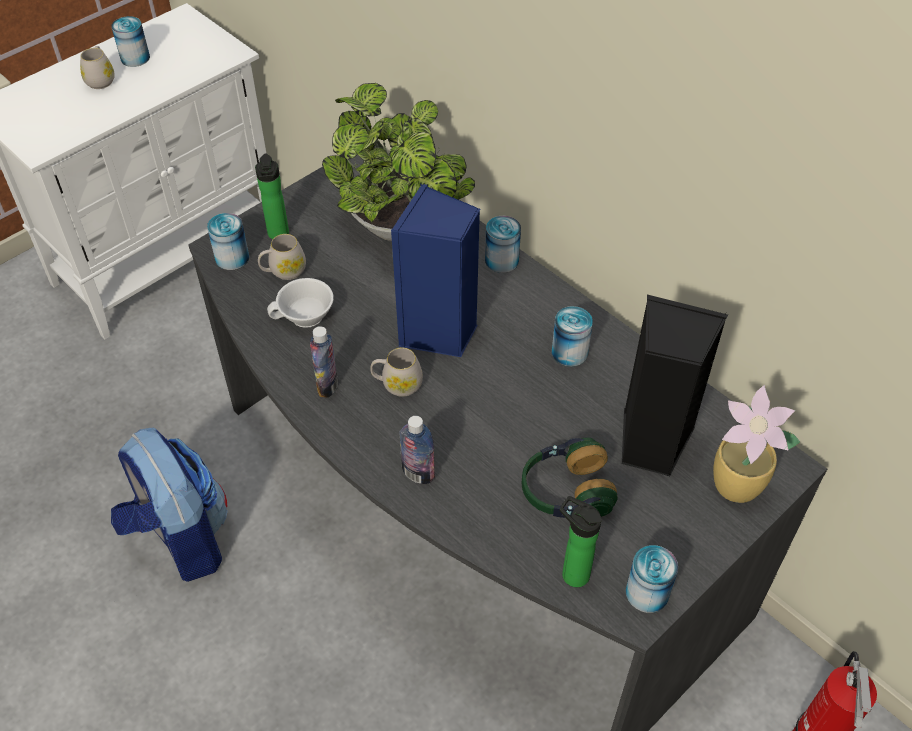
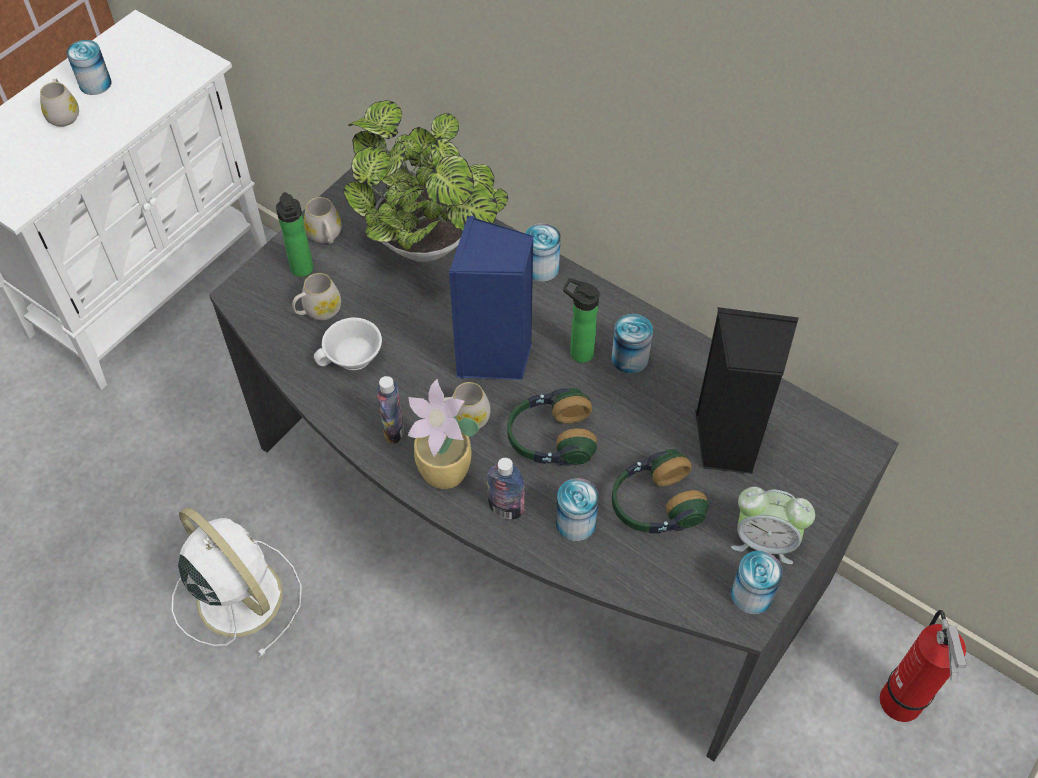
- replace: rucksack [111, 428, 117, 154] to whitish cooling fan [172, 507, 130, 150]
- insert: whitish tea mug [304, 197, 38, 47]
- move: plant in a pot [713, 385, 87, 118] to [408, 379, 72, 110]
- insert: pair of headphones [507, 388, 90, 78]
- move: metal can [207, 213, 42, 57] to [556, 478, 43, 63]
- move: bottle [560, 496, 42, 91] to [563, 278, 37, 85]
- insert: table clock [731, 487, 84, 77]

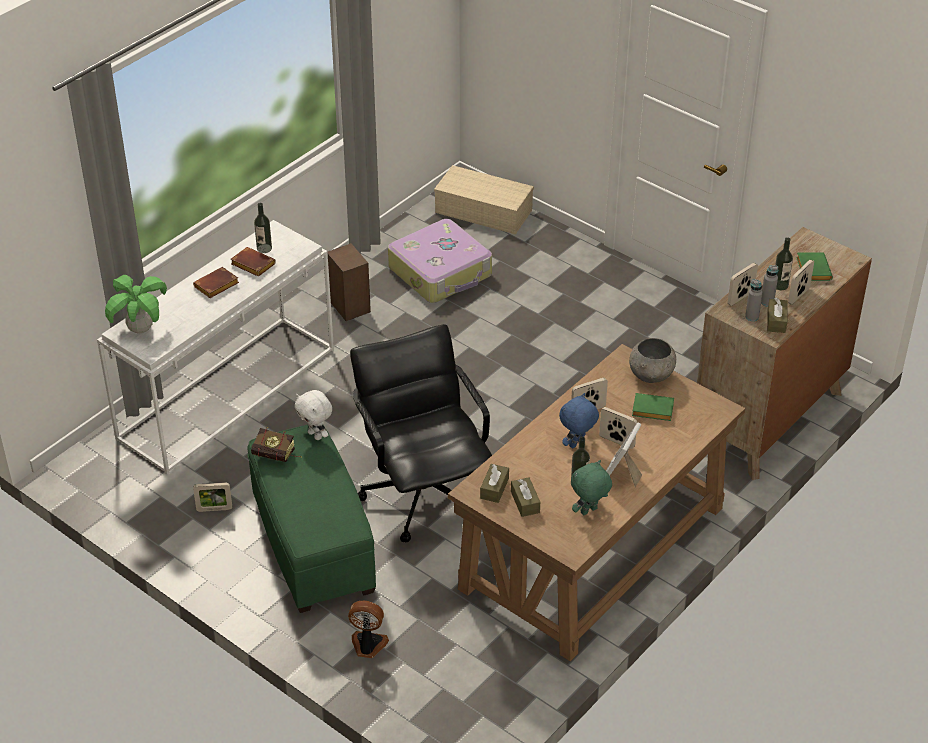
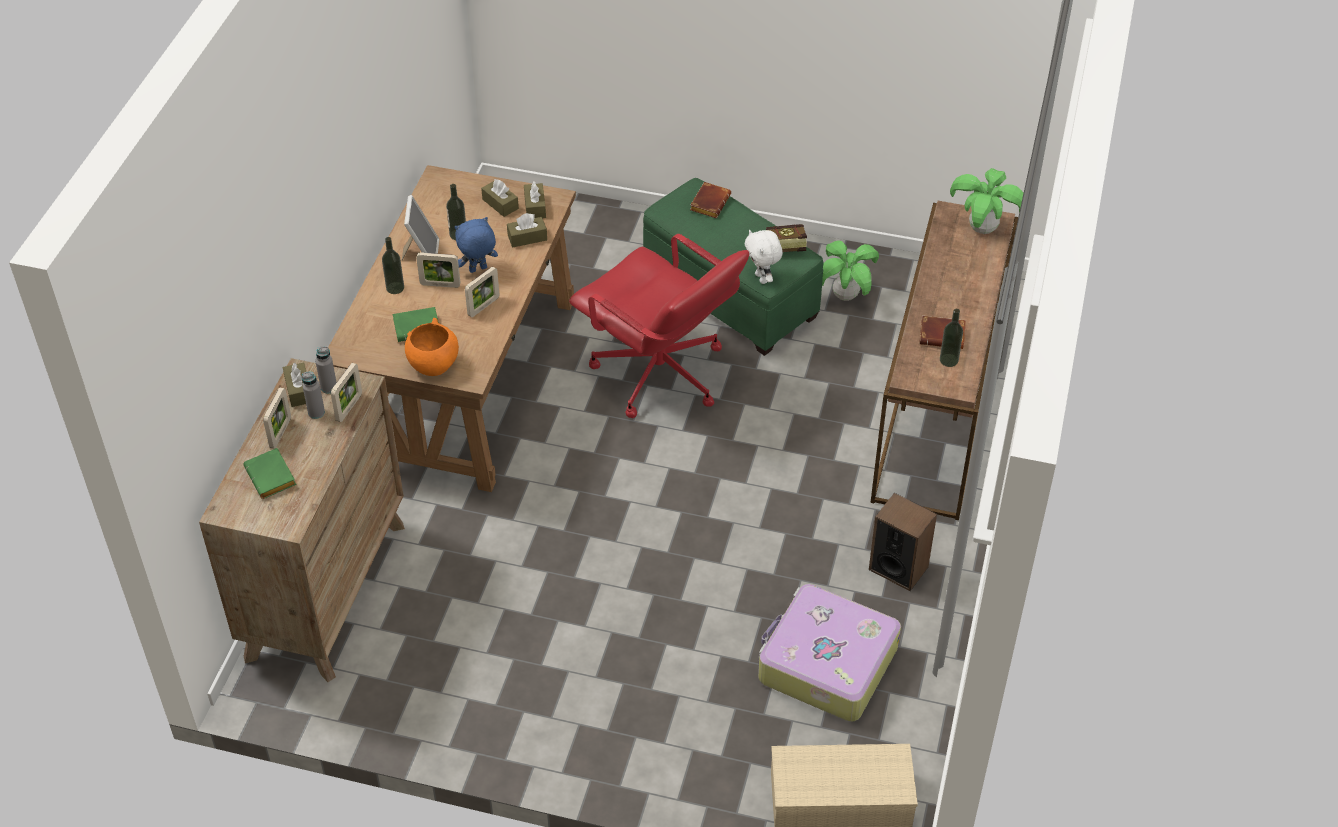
- move: bottle [775, 237, 18, 53] to [382, 237, 22, 57]
- recolor: grey bowl [629, 338, 47, 45] to orange-coloured bowl [405, 318, 54, 58]
- rotate: blue soft toy [559, 393, 40, 55] = [455, 217, 43, 56] 135 degrees counterclockwise
- insert: brown tissue box [507, 213, 40, 34]
- recolor: black-coloured computer chair [350, 324, 142, 218] to reddish computer chair [569, 234, 180, 184]
- move: brown bound book [193, 267, 46, 31] to [690, 182, 41, 36]
- rotate: whitish soft toy [295, 390, 37, 50] = [745, 230, 38, 54] 135 degrees counterclockwise
- replace: photo frame [193, 482, 39, 30] to plant in a pot [822, 240, 57, 61]
- recolor: whitish hall table [97, 220, 237, 254] to brown hall table [870, 201, 148, 319]
- delete: cooling fan [348, 601, 41, 57]
- delete: green soft toy [571, 460, 41, 55]

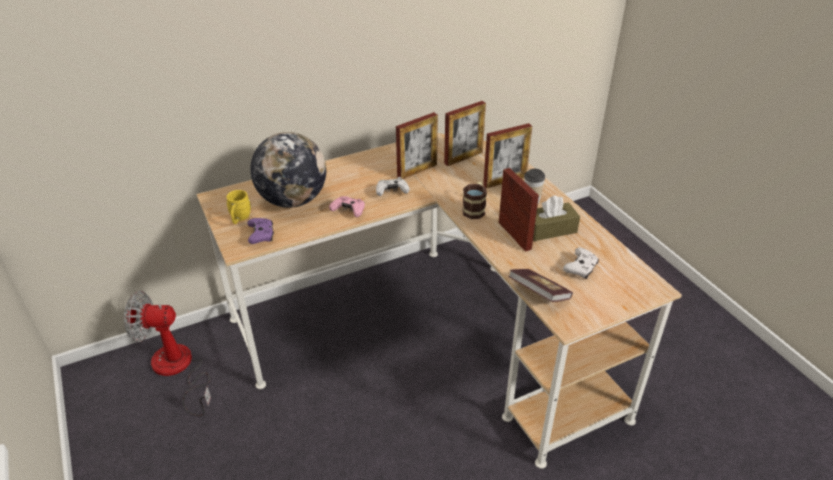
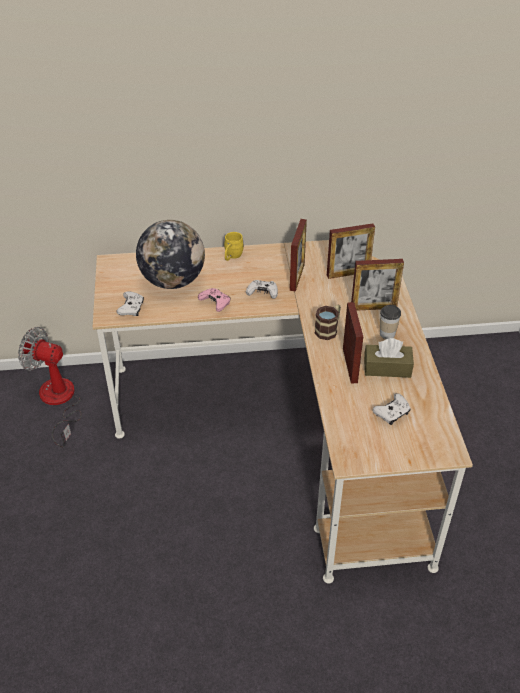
- recolor: purple joypad [247, 218, 27, 26] to whitish joypad [117, 291, 27, 25]
- move: yellow tea mug [227, 190, 24, 34] to [224, 232, 20, 29]
- rotate: photo frame [396, 112, 42, 67] = [290, 219, 17, 73] 60 degrees counterclockwise
- delete: bound book [508, 269, 65, 33]

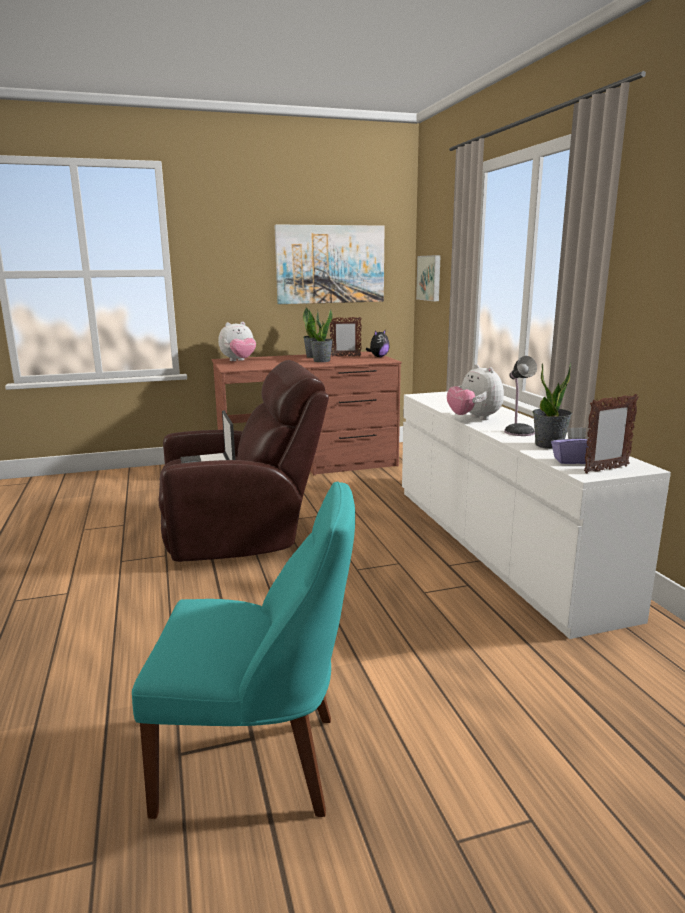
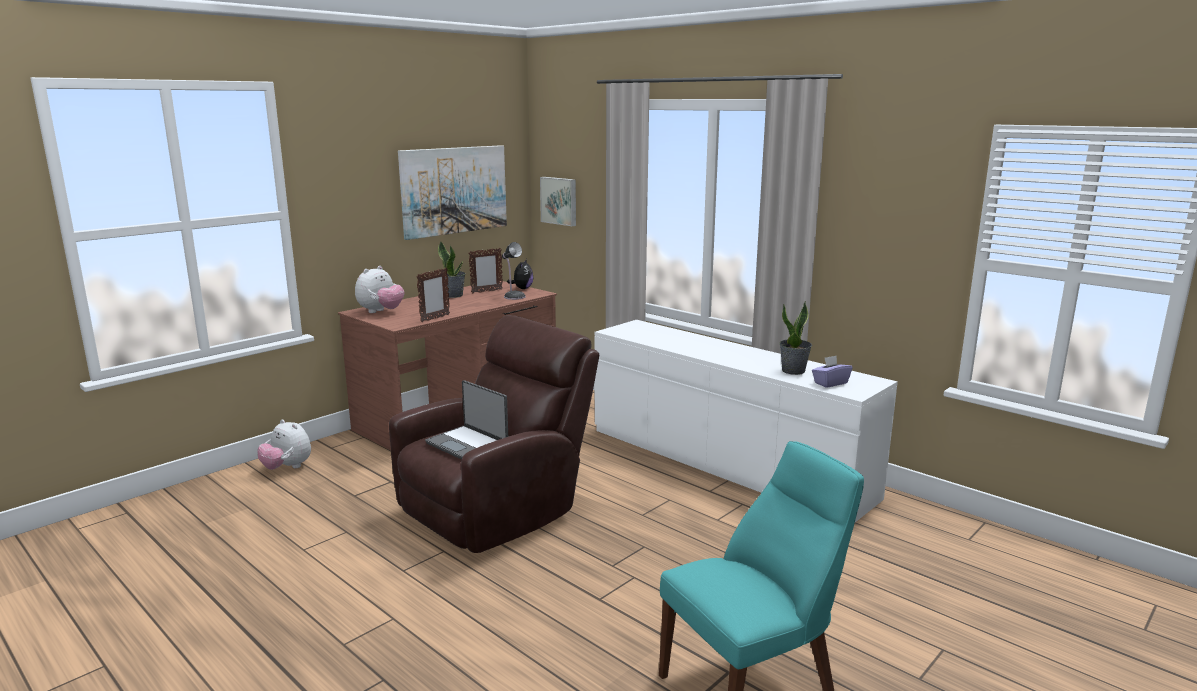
- move: soft toy [447, 364, 57, 56] to [257, 419, 54, 51]
- move: photo frame [584, 394, 55, 79] to [416, 268, 34, 54]
- move: table lamp [504, 356, 33, 80] to [502, 242, 24, 58]
- delete: plant in a pot [310, 309, 23, 53]

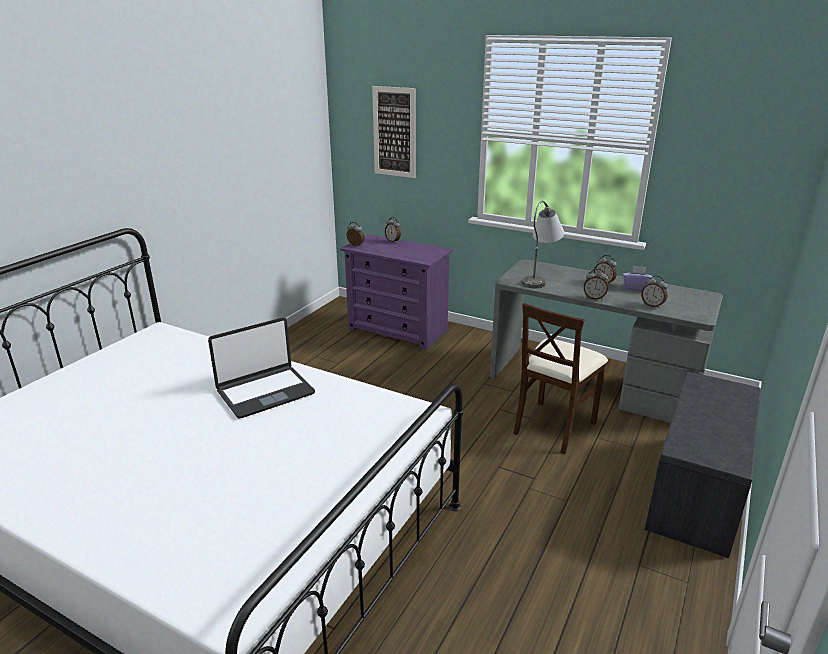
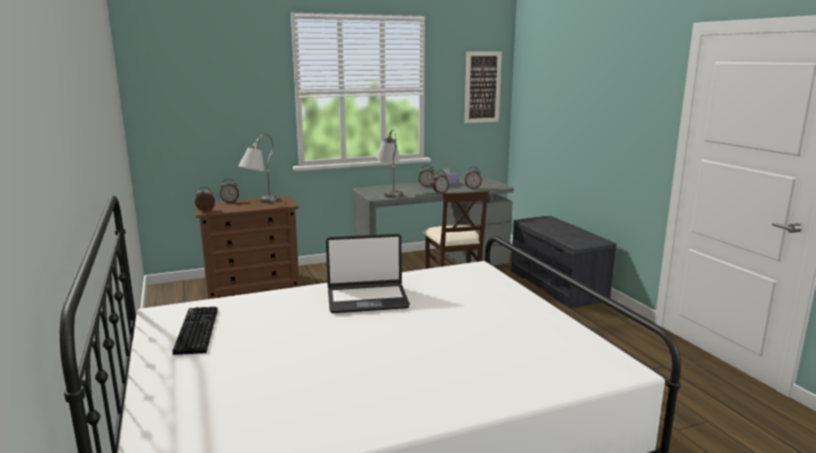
- insert: PC keyboard [173, 307, 45, 48]
- recolor: purple chest of drawers [340, 234, 113, 116] to brown chest of drawers [194, 196, 105, 103]
- insert: grey table lamp [238, 134, 41, 69]
- rotate: portable computer [208, 318, 107, 100] = [326, 234, 84, 79] 75 degrees clockwise
- move: wall picture [372, 86, 43, 92] to [465, 51, 37, 72]

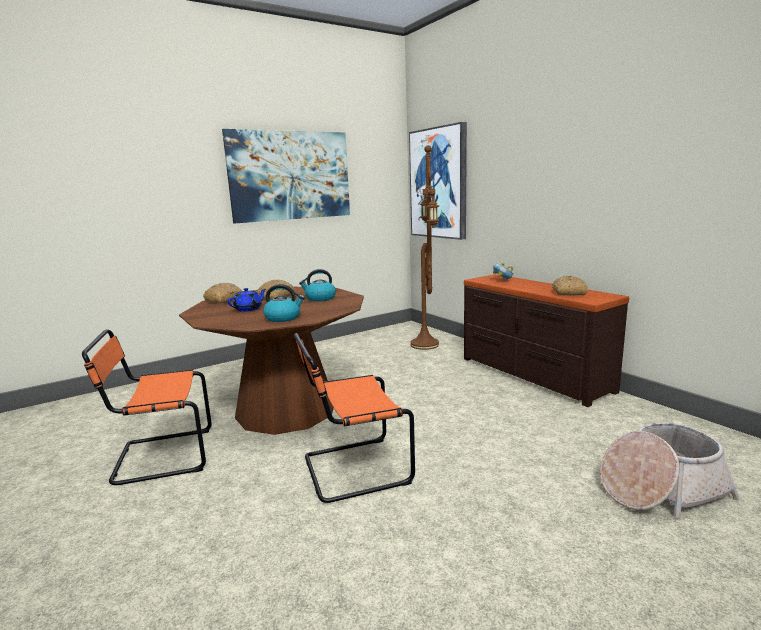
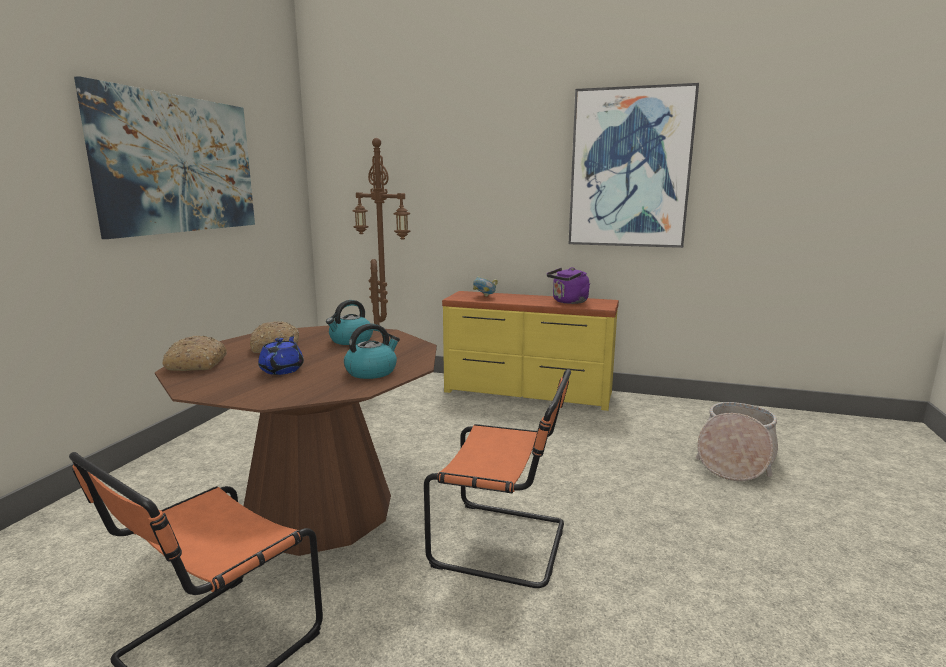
- rotate: orange-coloured upright chair [294, 333, 121, 170] = [424, 369, 147, 219] 105 degrees counterclockwise
- recolor: brown chest of drawers [464, 274, 165, 133] to yellow chest of drawers [442, 291, 177, 120]
- replace: bread [552, 276, 35, 20] to purple water kettle [547, 267, 43, 37]
- move: wall picture [409, 122, 58, 118] to [569, 83, 130, 165]

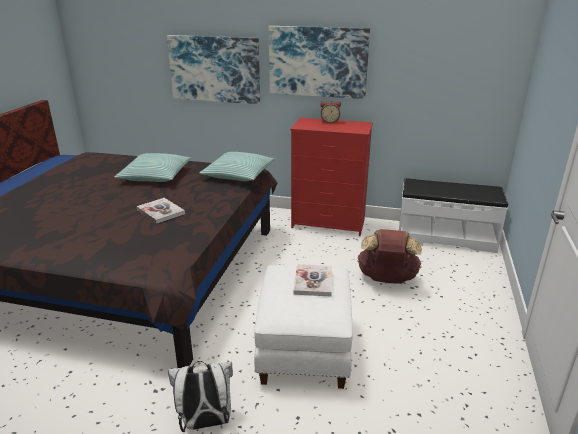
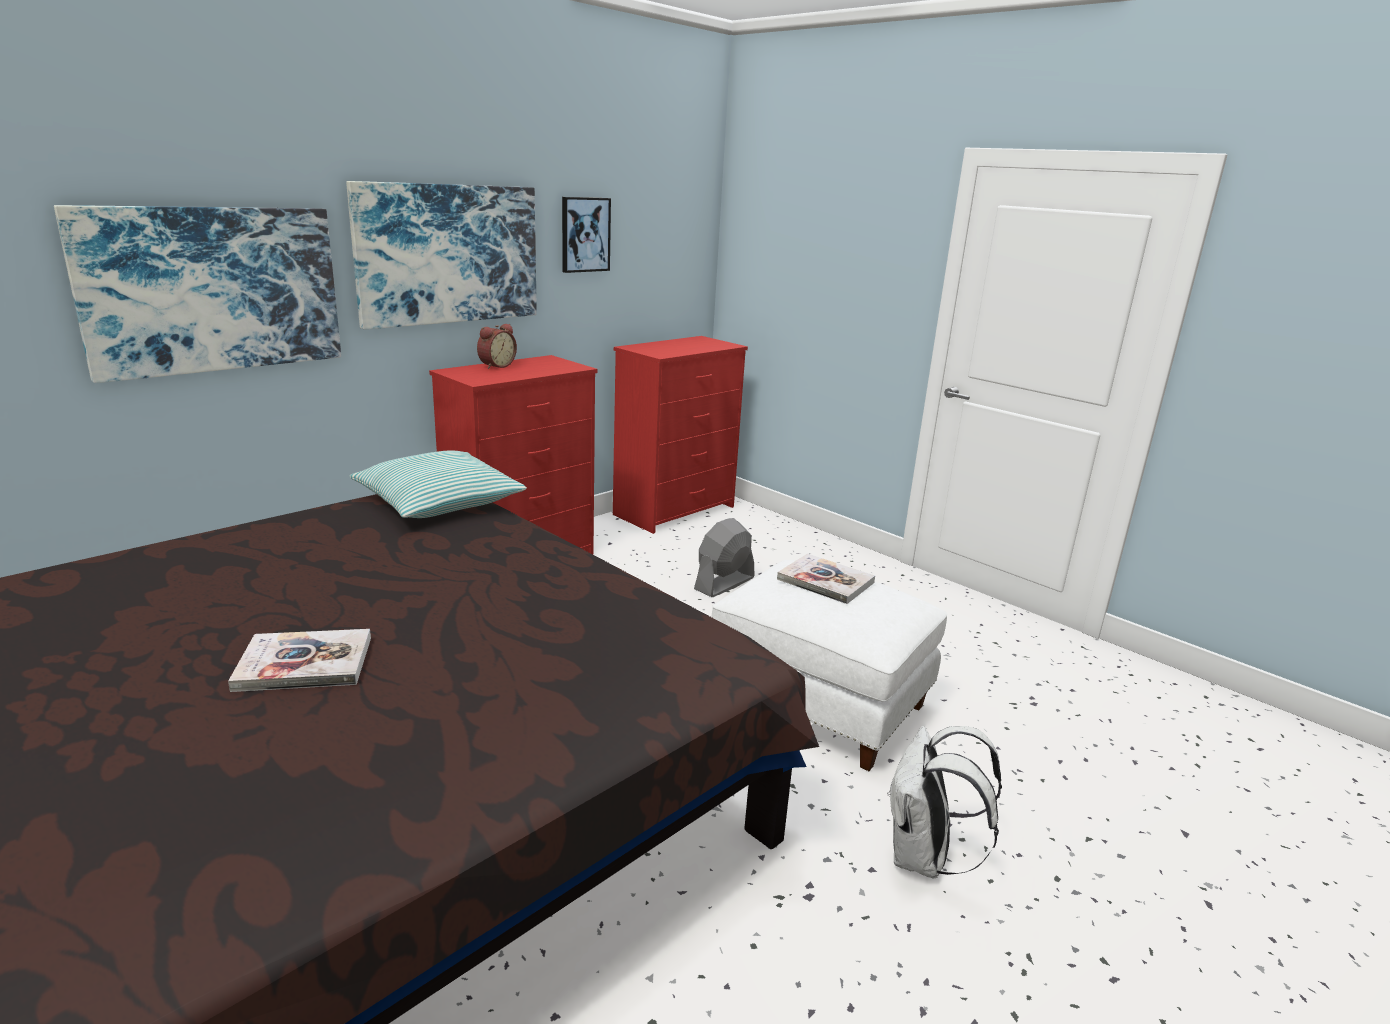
- move: bound book [137, 198, 48, 26] to [228, 629, 143, 63]
- insert: wall picture [562, 197, 49, 76]
- replace: whitish indoor bench [399, 178, 109, 75] to reddish chest of drawers [613, 336, 135, 198]
- replace: brown rucksack [357, 229, 65, 54] to grey cooling fan [694, 518, 61, 79]
- delete: throw pillow [115, 153, 76, 29]

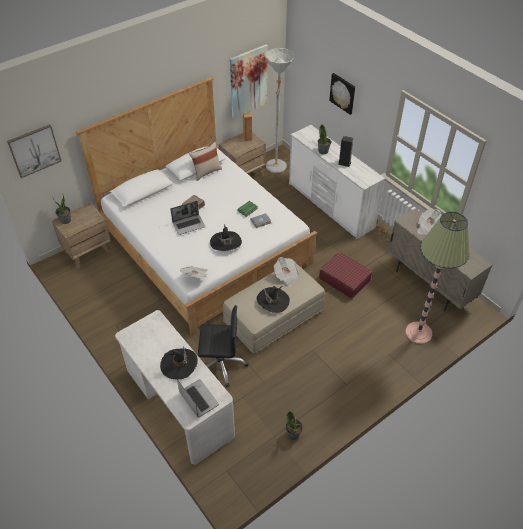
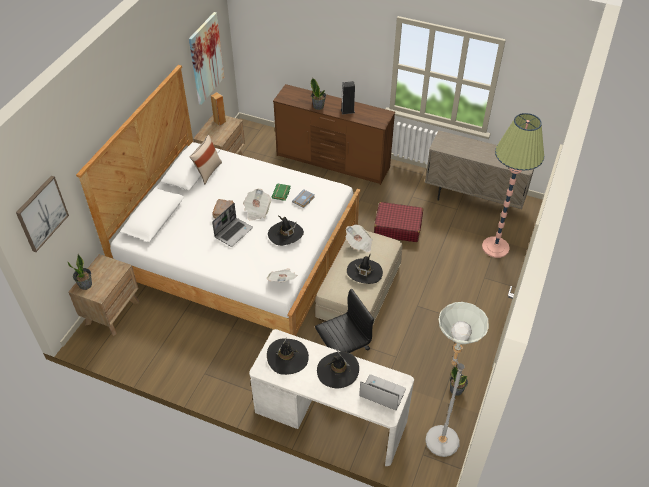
- move: printed paper [417, 209, 25, 26] to [243, 189, 28, 32]
- insert: black-coloured wearable hat [267, 337, 42, 38]
- recolor: whitish chest of drawers [289, 125, 96, 114] to brown chest of drawers [273, 84, 122, 101]
- move: grey standard lamp [265, 48, 29, 125] to [425, 302, 64, 155]
- delete: wall picture [329, 73, 26, 42]

